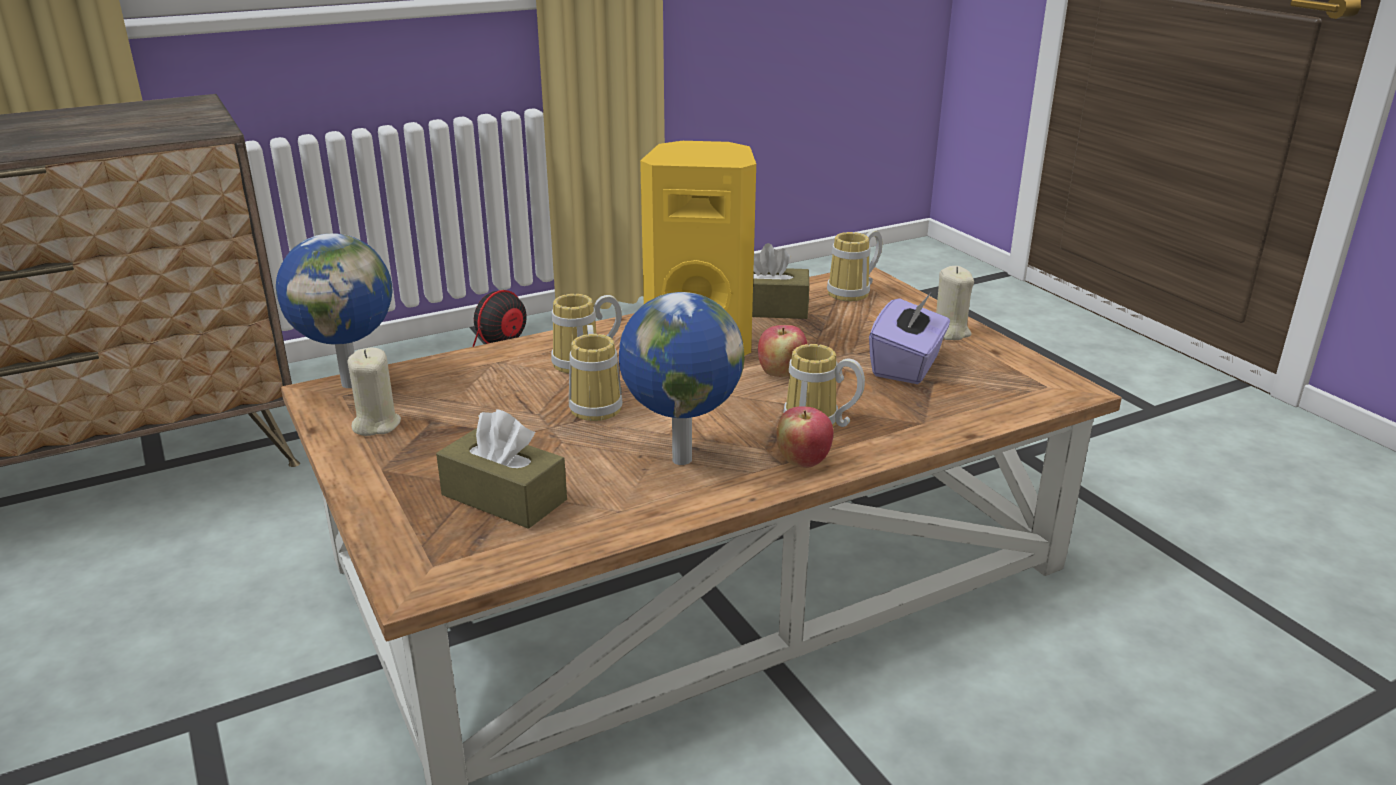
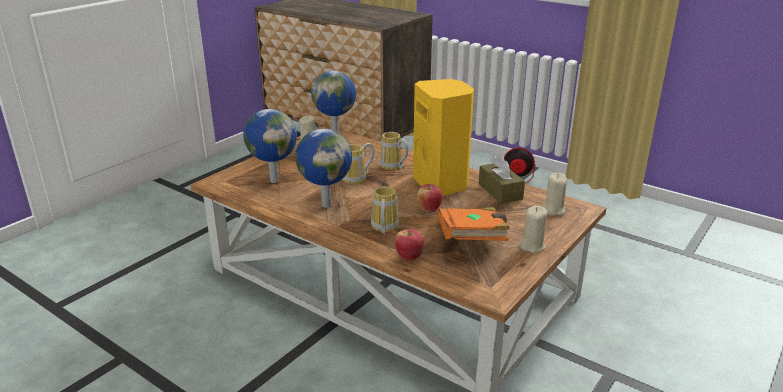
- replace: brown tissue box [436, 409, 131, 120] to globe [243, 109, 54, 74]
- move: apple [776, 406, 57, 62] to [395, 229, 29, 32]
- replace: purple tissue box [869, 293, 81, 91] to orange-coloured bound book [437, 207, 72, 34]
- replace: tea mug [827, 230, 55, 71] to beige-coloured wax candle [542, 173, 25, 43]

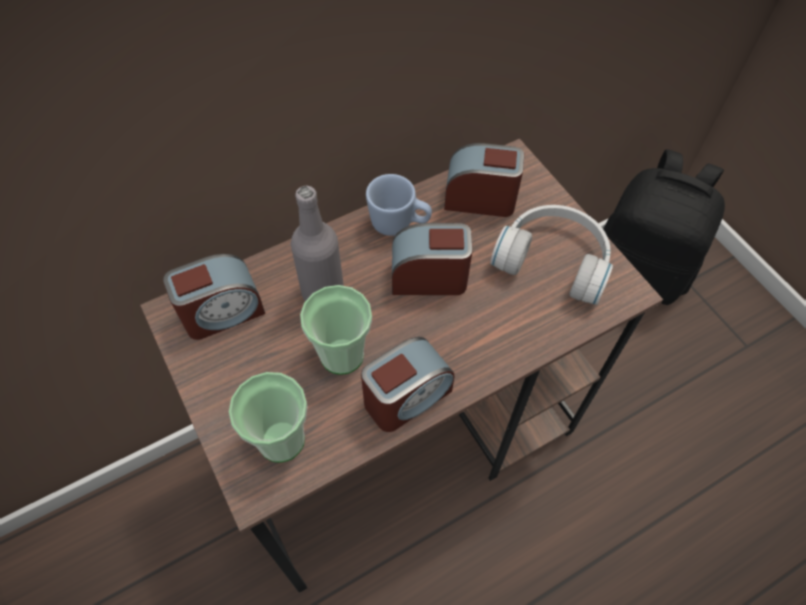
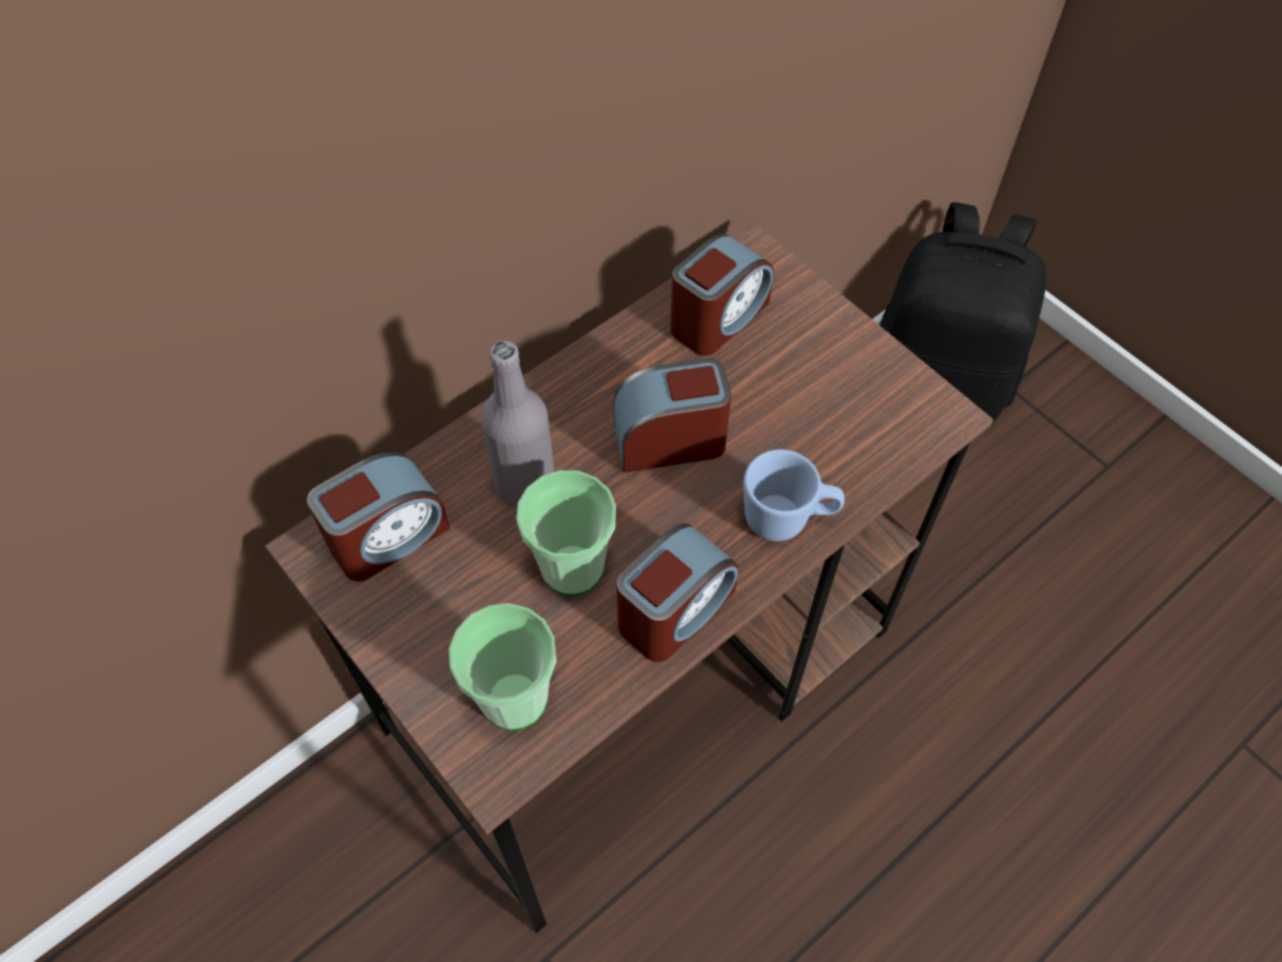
- rotate: table clock [444, 143, 80, 74] = [670, 234, 104, 122] 135 degrees clockwise
- move: blue tea mug [366, 174, 66, 62] to [743, 449, 101, 92]
- delete: whitish pair of headphones [490, 205, 123, 100]

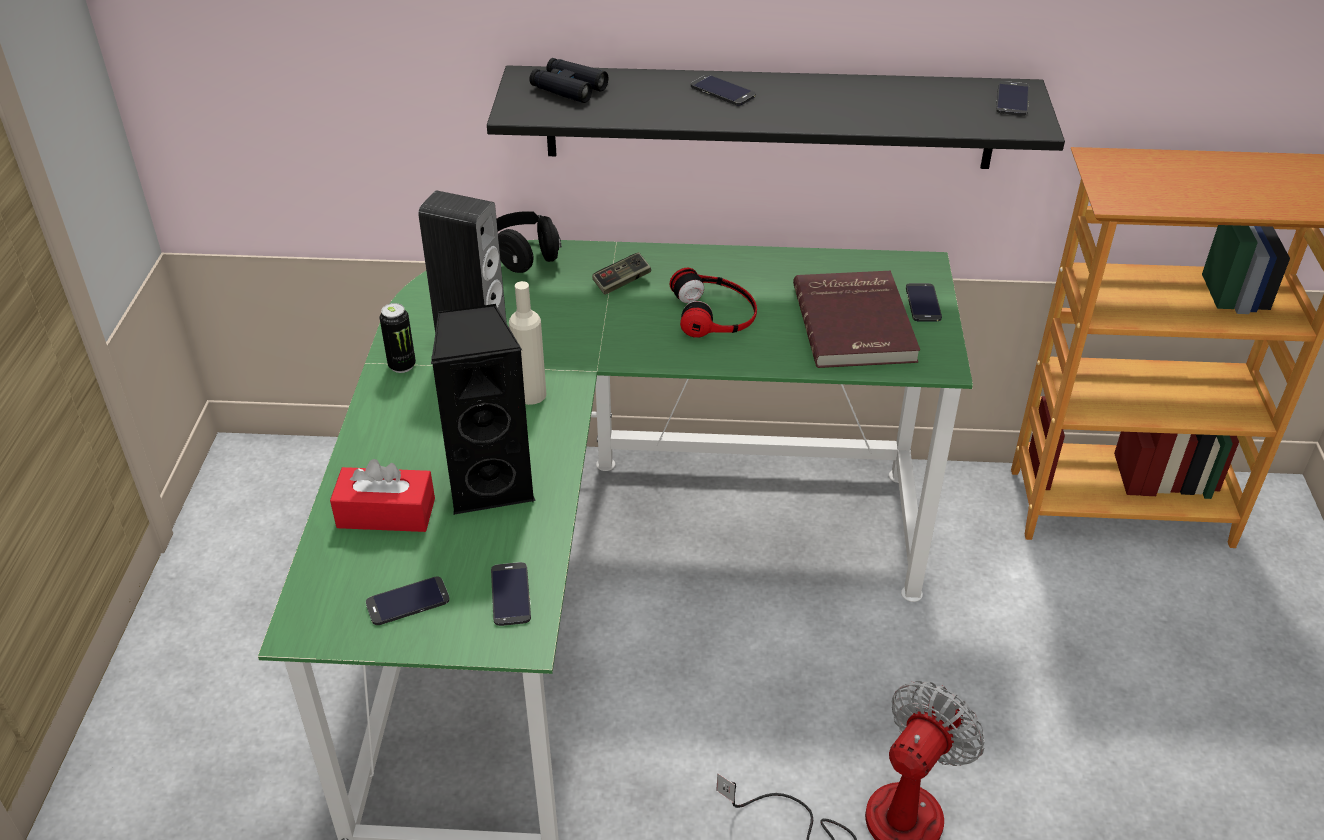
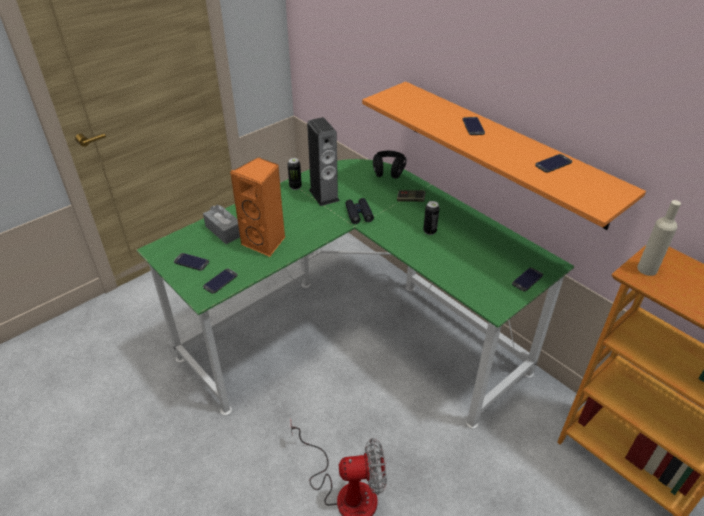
- recolor: reddish tissue box [330, 459, 105, 73] to grey tissue box [203, 205, 37, 39]
- recolor: black-coloured loudspeaker [431, 304, 105, 211] to orange-coloured loudspeaker [230, 157, 55, 100]
- move: black-coloured binoculars [530, 58, 78, 45] to [345, 198, 29, 26]
- recolor: black-coloured wall shelf [487, 65, 578, 104] to orange-coloured wall shelf [362, 82, 284, 148]
- replace: pair of headphones [670, 268, 87, 70] to metal can [423, 201, 17, 34]
- move: handset [996, 81, 33, 35] to [535, 154, 37, 19]
- move: beige-coloured bottle [509, 281, 37, 124] to [637, 200, 44, 76]
- delete: reddish bound book [793, 271, 127, 97]

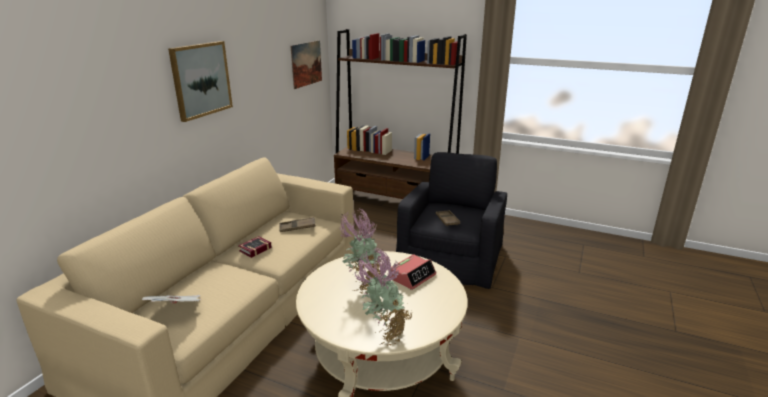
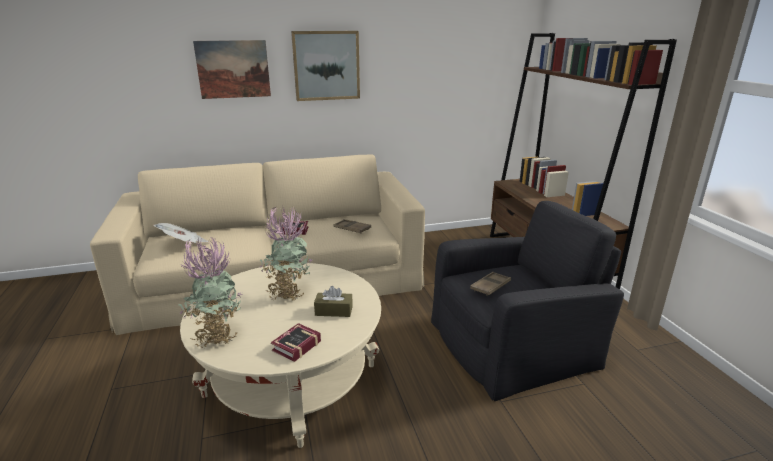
- move: wall picture [291, 40, 31, 49] to [193, 40, 78, 59]
- insert: bound book [271, 323, 50, 39]
- replace: table clock [390, 254, 46, 36] to brown tissue box [314, 286, 39, 31]

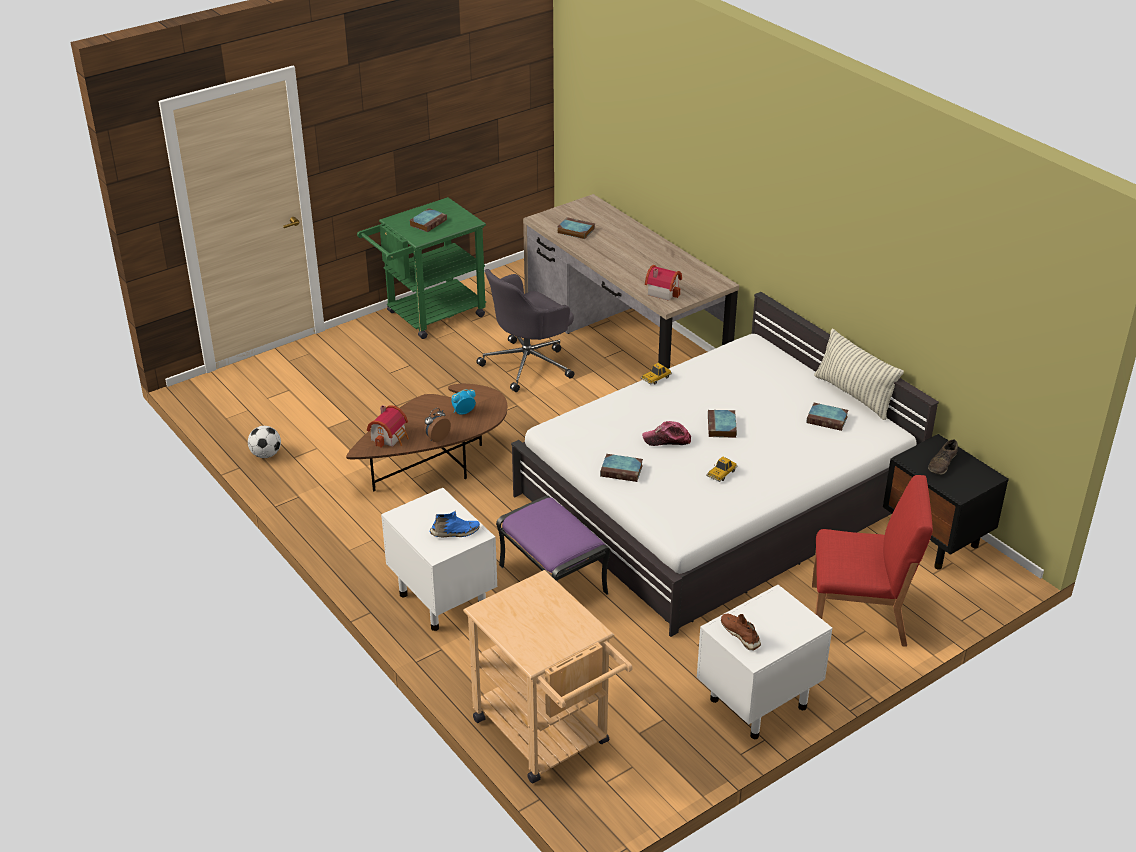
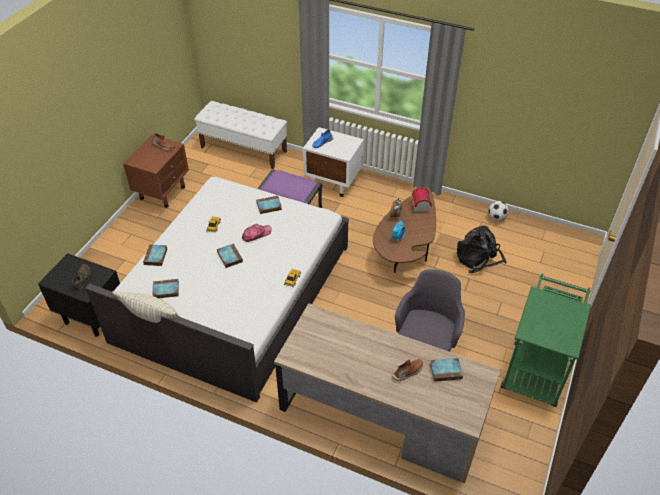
- recolor: whitish bedside table [697, 585, 136, 154] to brown bedside table [123, 135, 66, 73]
- move: bound book [410, 208, 37, 24] to [143, 244, 24, 22]
- replace: beige-coloured cart [463, 570, 170, 213] to whitish indoor bench [194, 101, 93, 68]
- insert: brown low shoe [392, 359, 31, 22]
- insert: black-coloured rucksack [457, 225, 50, 48]
- delete: model house [645, 265, 37, 36]
- delete: reddish upright chair [812, 475, 121, 172]

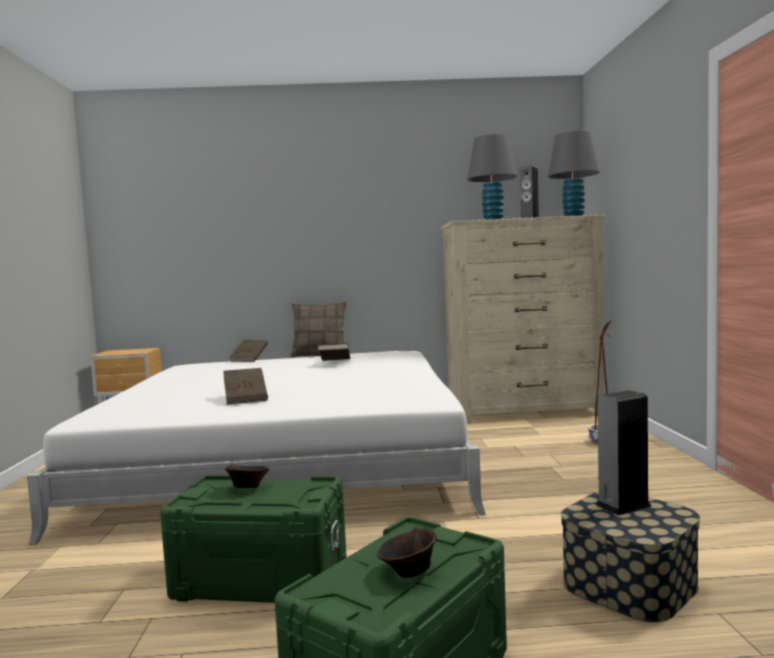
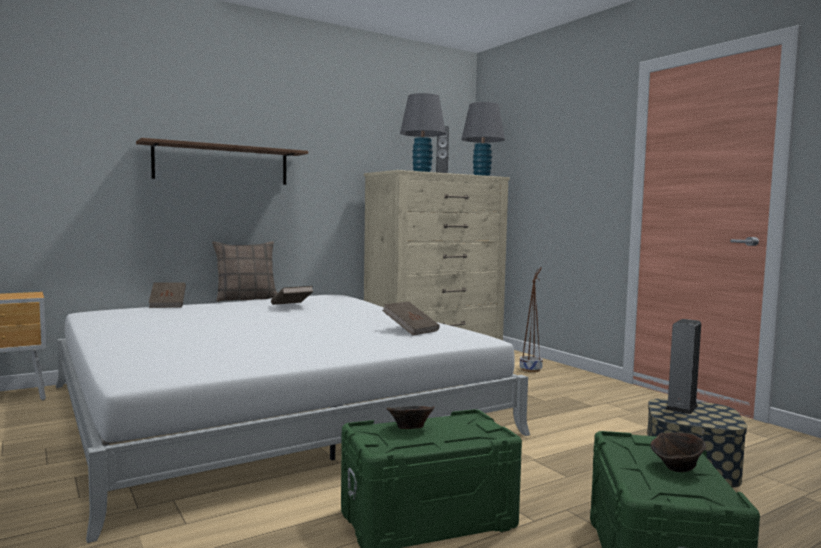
- insert: wall shelf [136, 138, 172, 47]
- move: brown bound book [223, 368, 45, 36] to [382, 302, 58, 33]

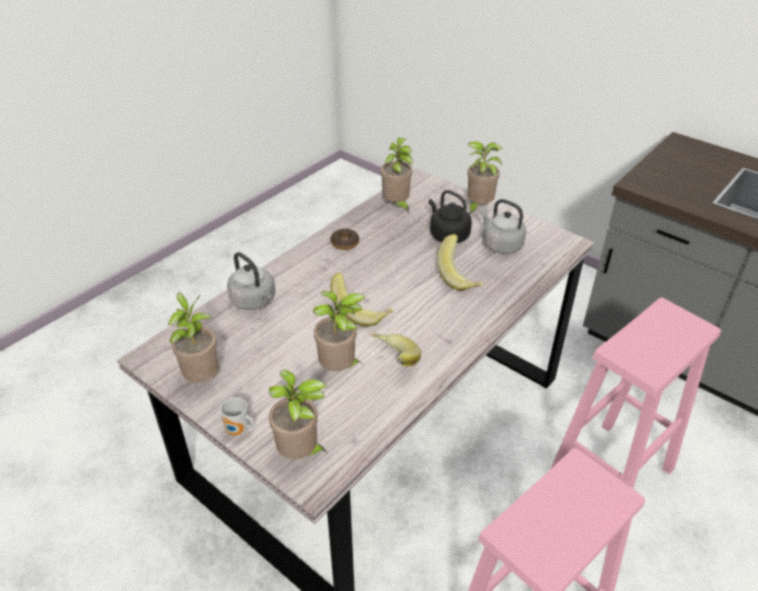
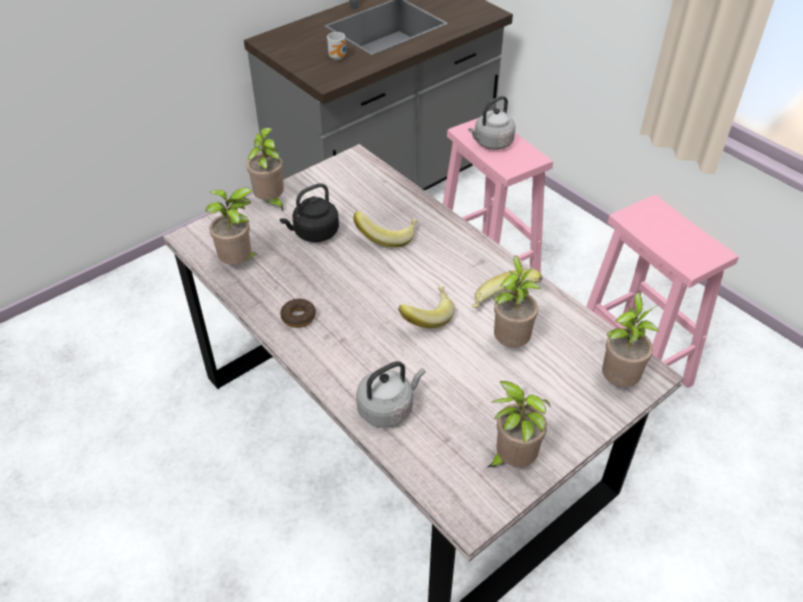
- move: tea mug [220, 397, 34, 39] to [327, 32, 19, 28]
- move: grey water kettle [480, 199, 46, 55] to [468, 96, 47, 54]

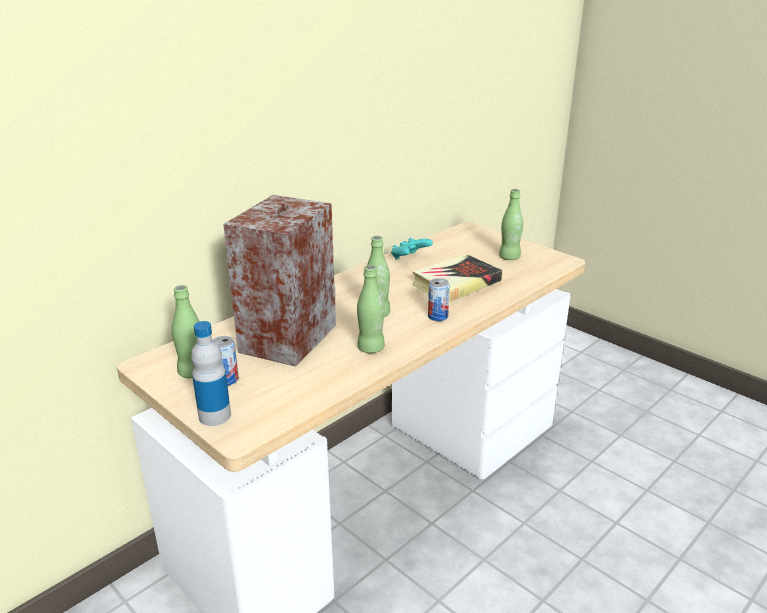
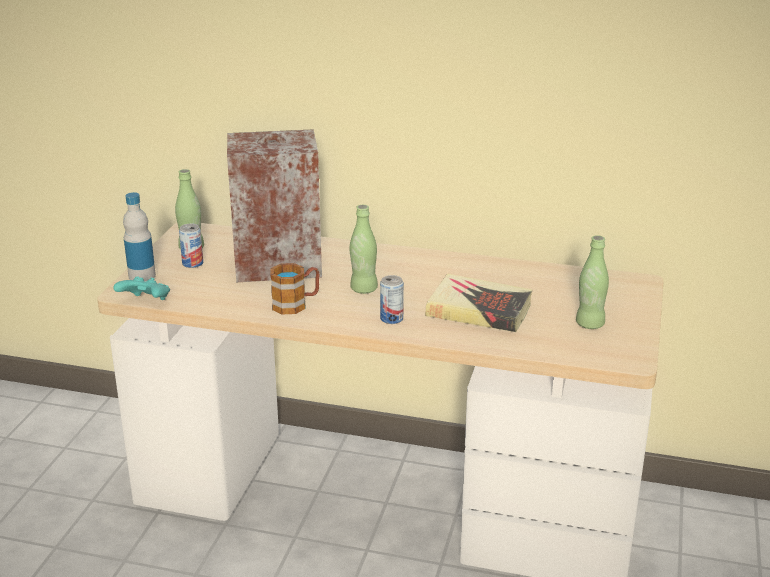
- move: turquoise-coloured joypad [391, 238, 42, 22] to [113, 277, 57, 23]
- replace: green bottle [357, 265, 28, 88] to tea mug [270, 263, 50, 51]

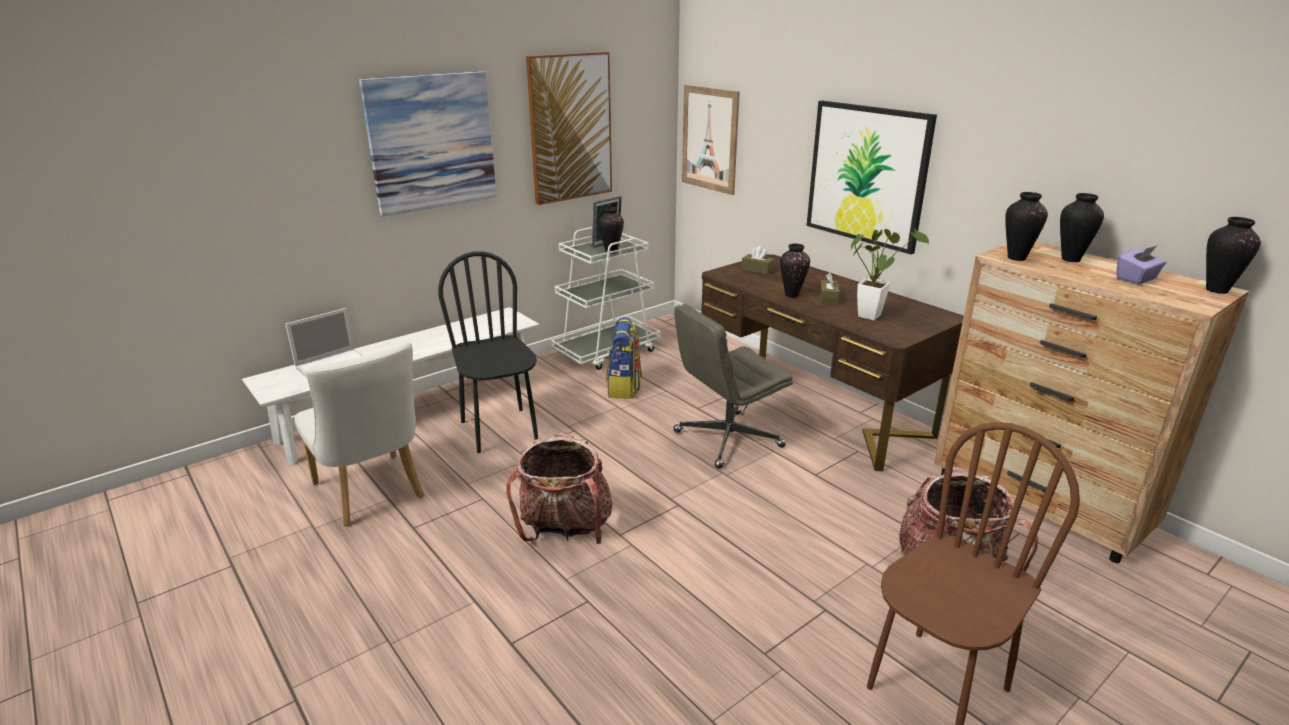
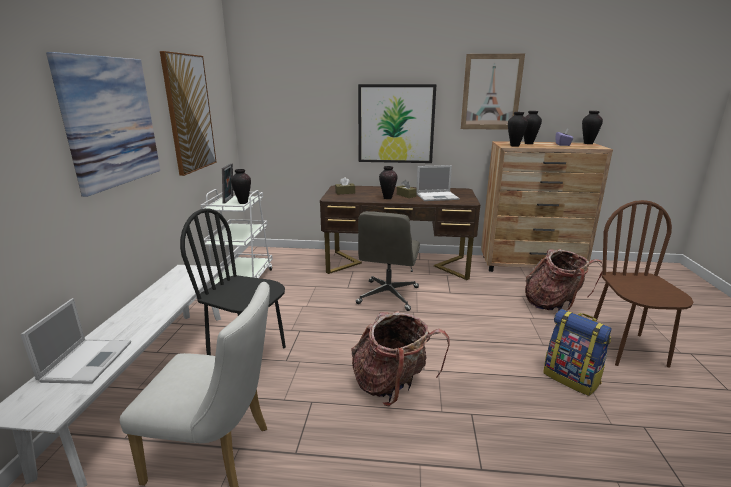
- replace: plant in a pot [851, 228, 78, 93] to portable computer [416, 165, 44, 36]
- move: wall picture [682, 85, 58, 110] to [461, 54, 64, 76]
- move: rucksack [606, 317, 36, 82] to [543, 309, 68, 87]

